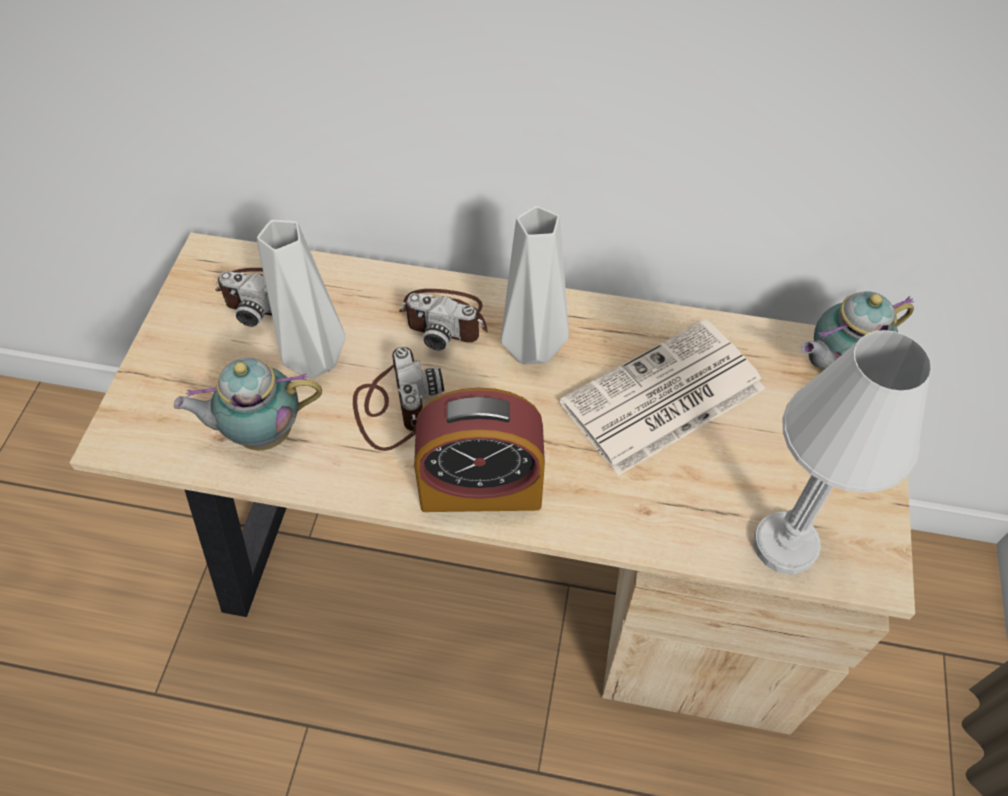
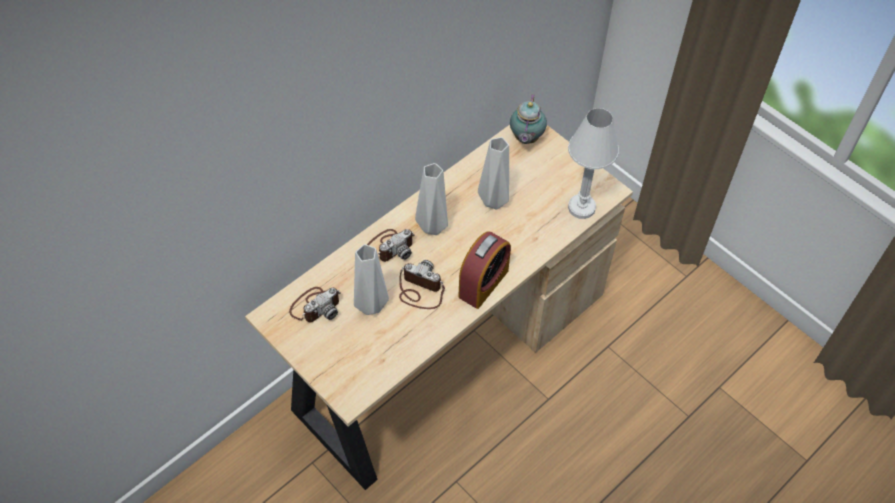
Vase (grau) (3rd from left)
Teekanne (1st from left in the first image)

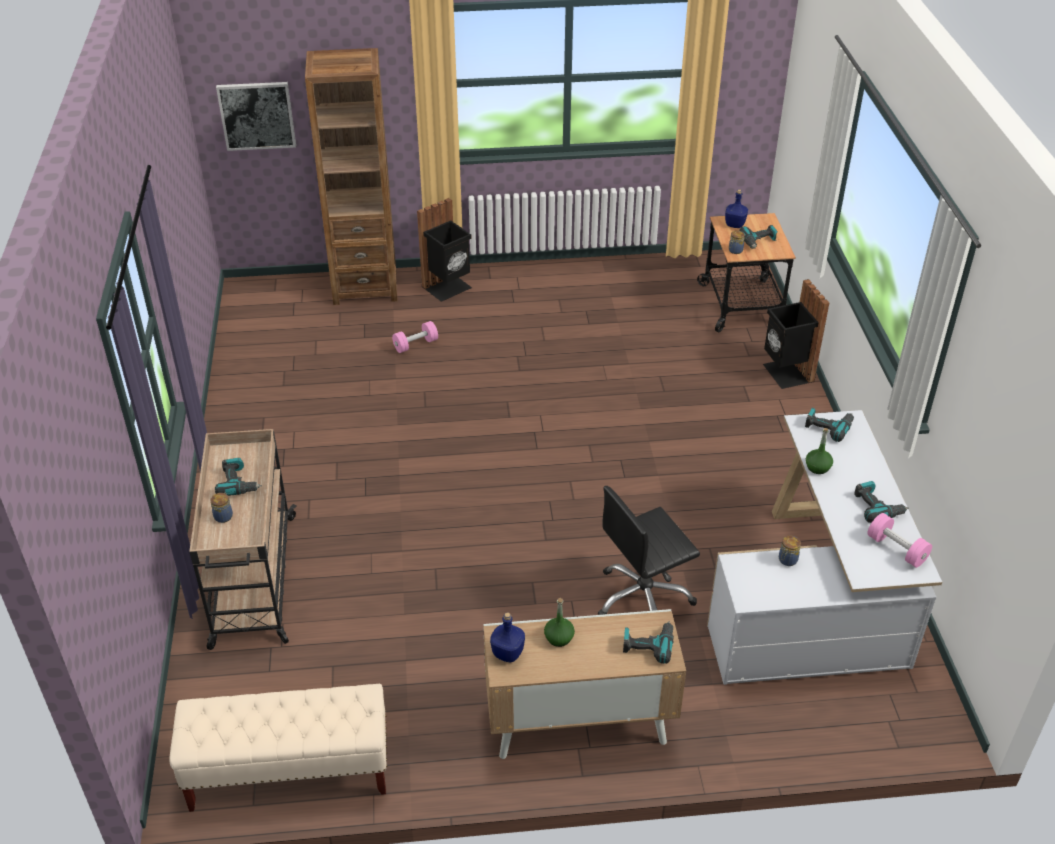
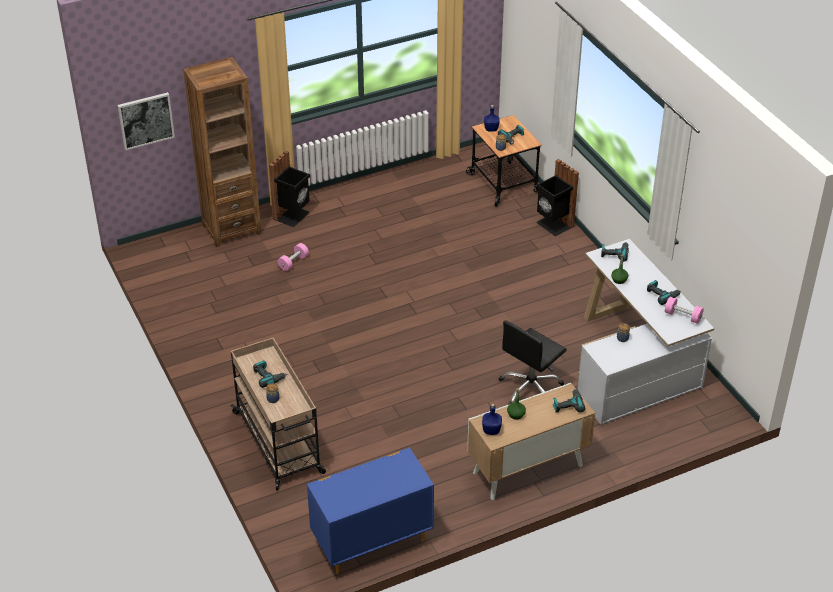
Kommode (blau)

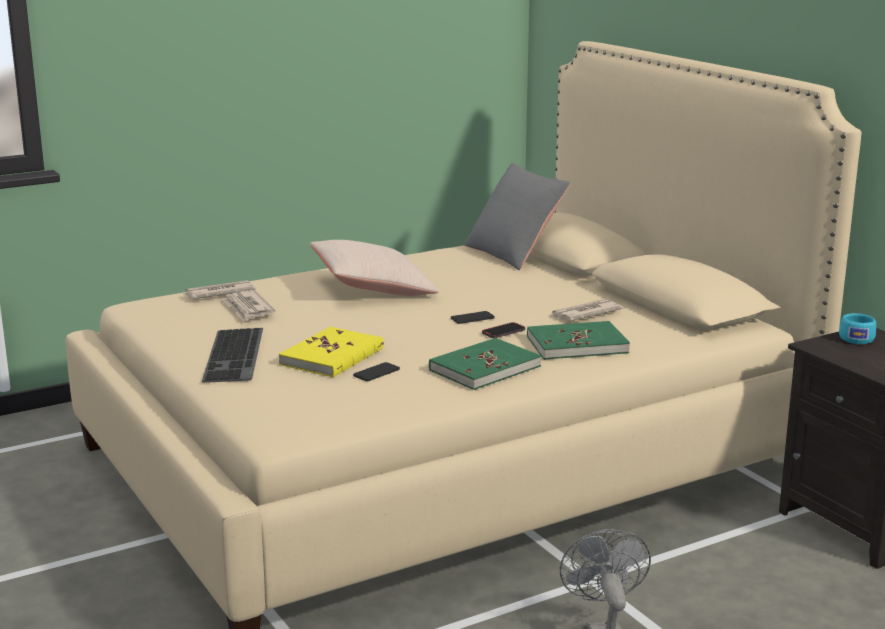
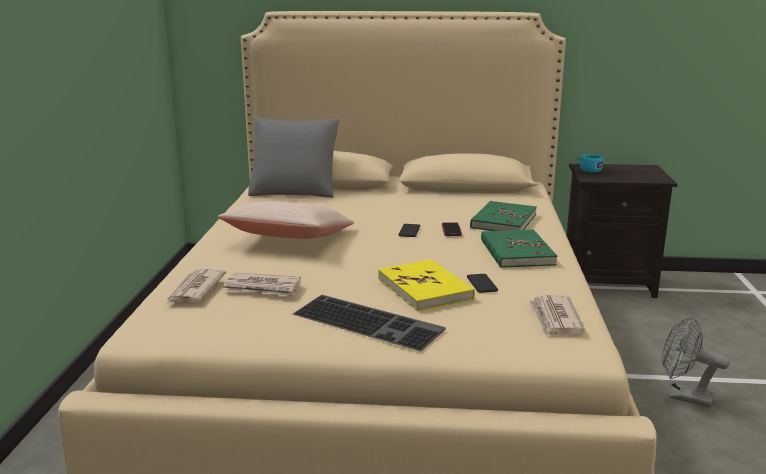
Zeitung (3rd from left)

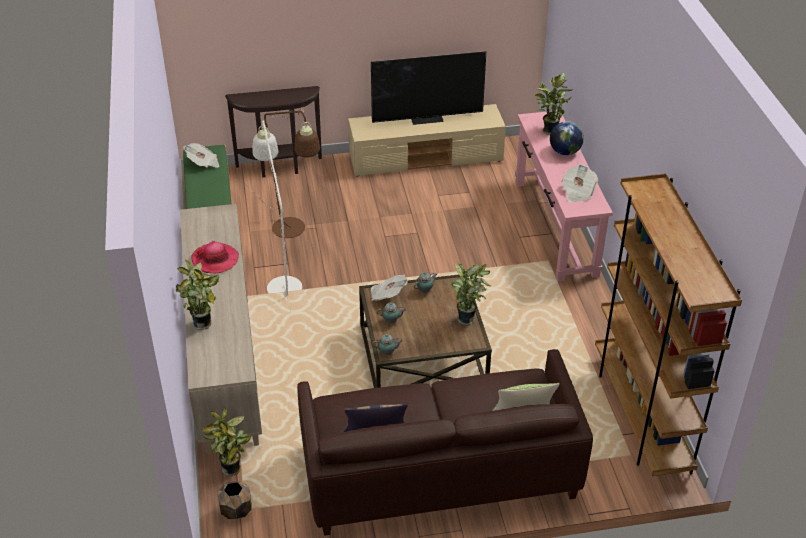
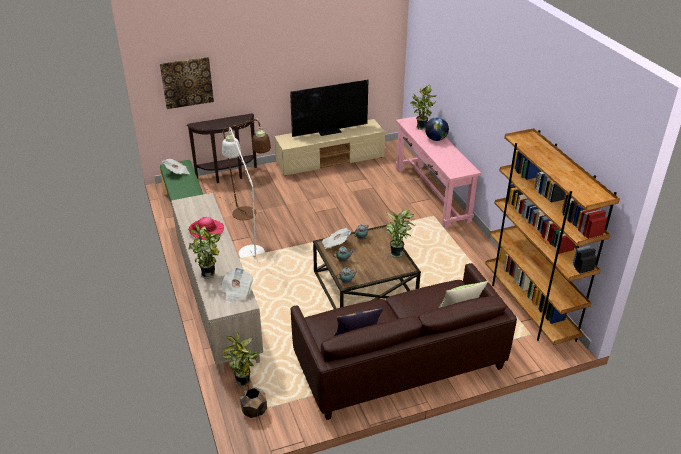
Bild
Zeitung (2nd from left)

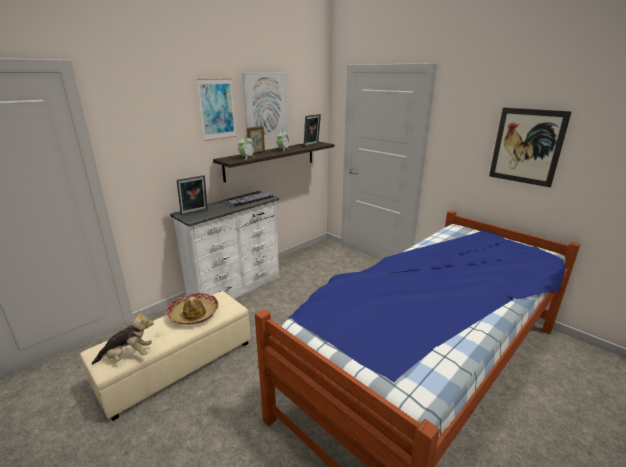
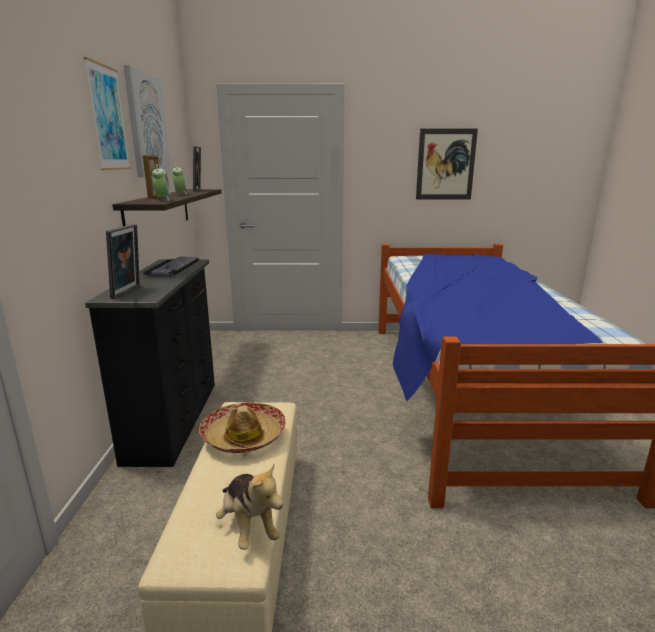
Kommode (schwarz)
Plüschtier

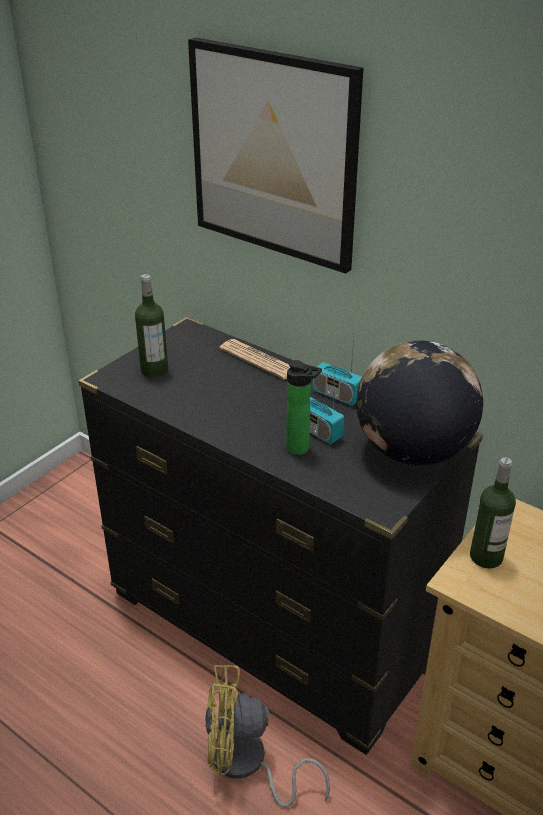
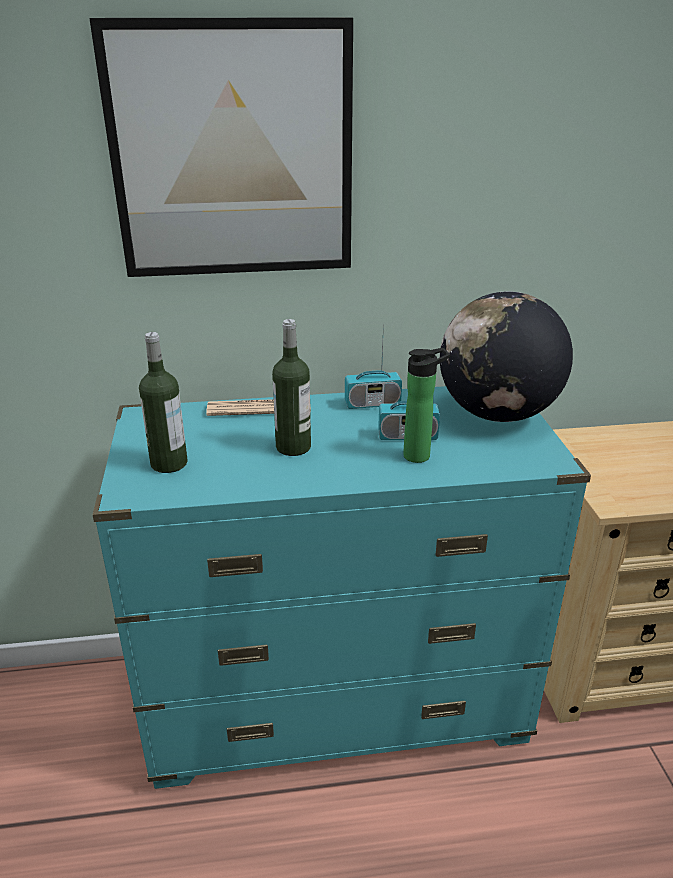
Kommode (türkis)
Flasche (2nd from left)
Ventilator (gelb)

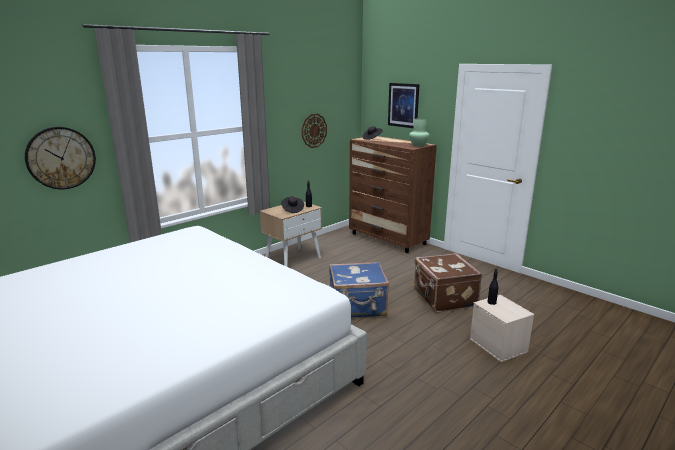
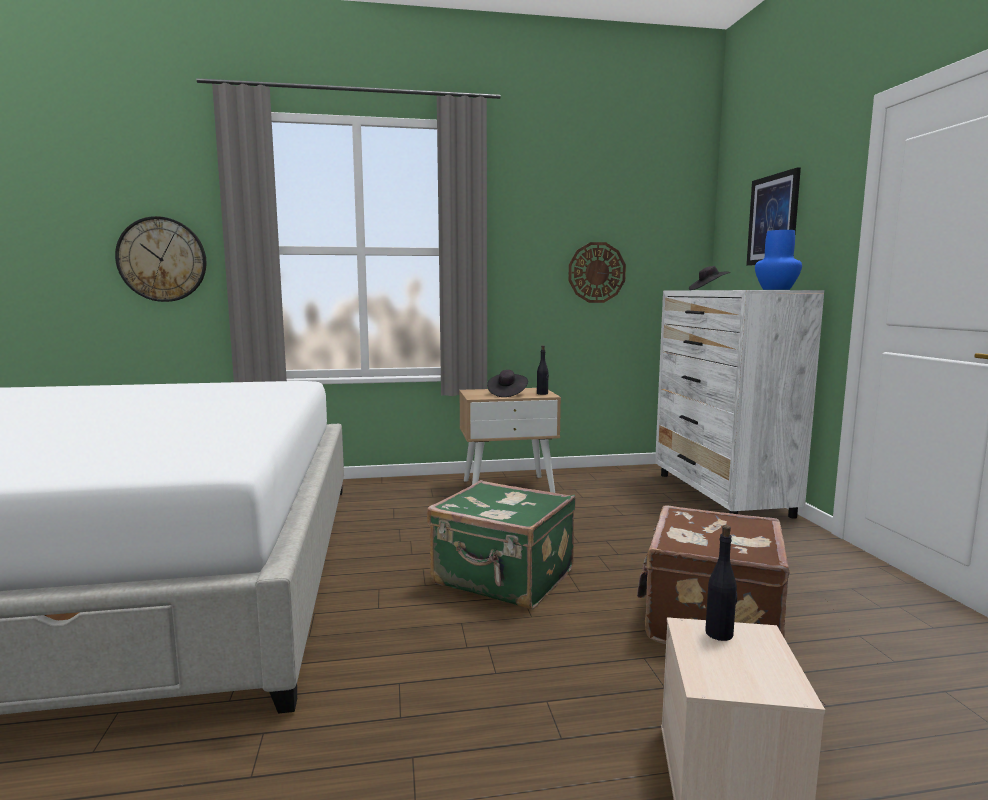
Koffer (grün)
Kommode (weiß)
Vase (blau)

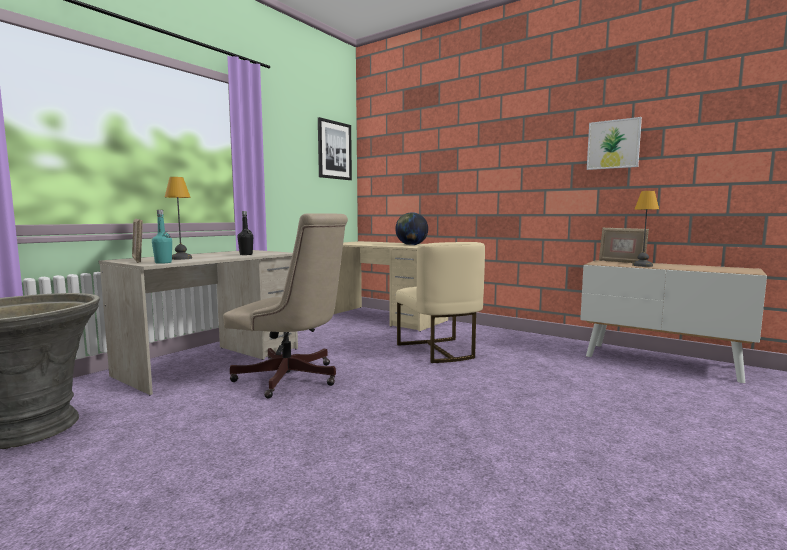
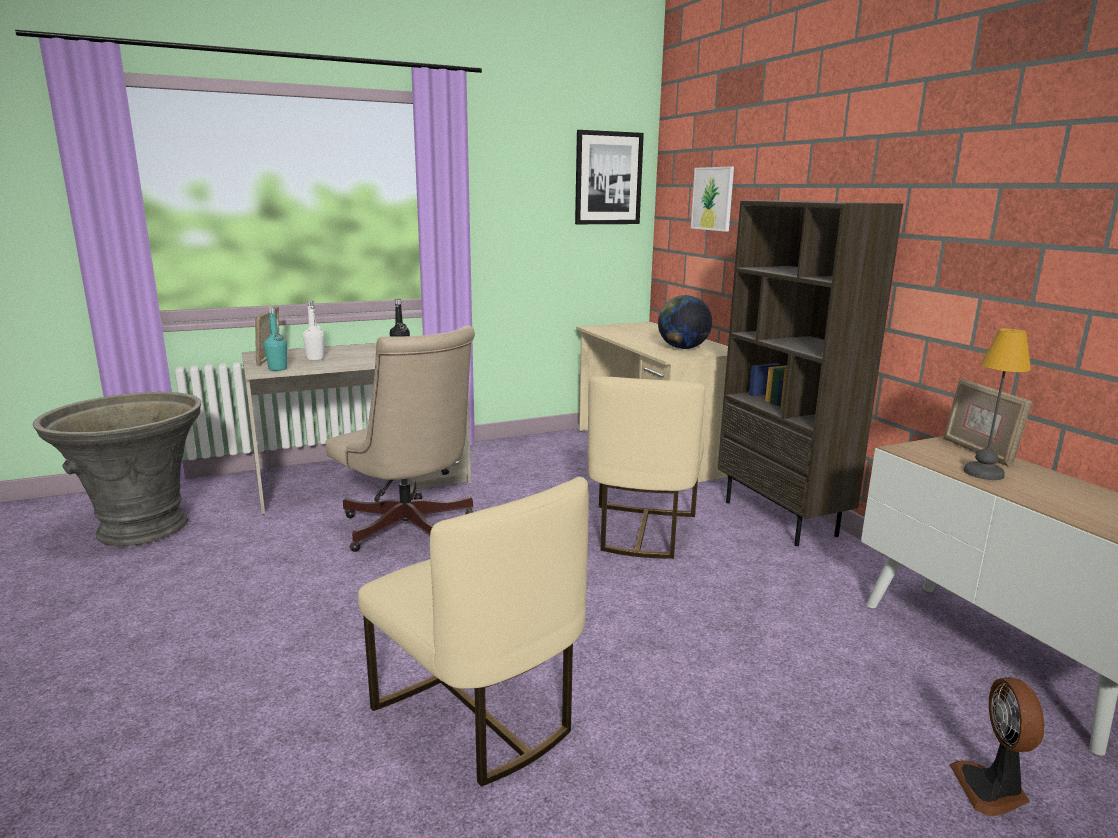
Flasche (weiß)
Stuhl (beige) (1st from left)
Bild (2nd from left)
Bücherregal (braun)
Ventilator

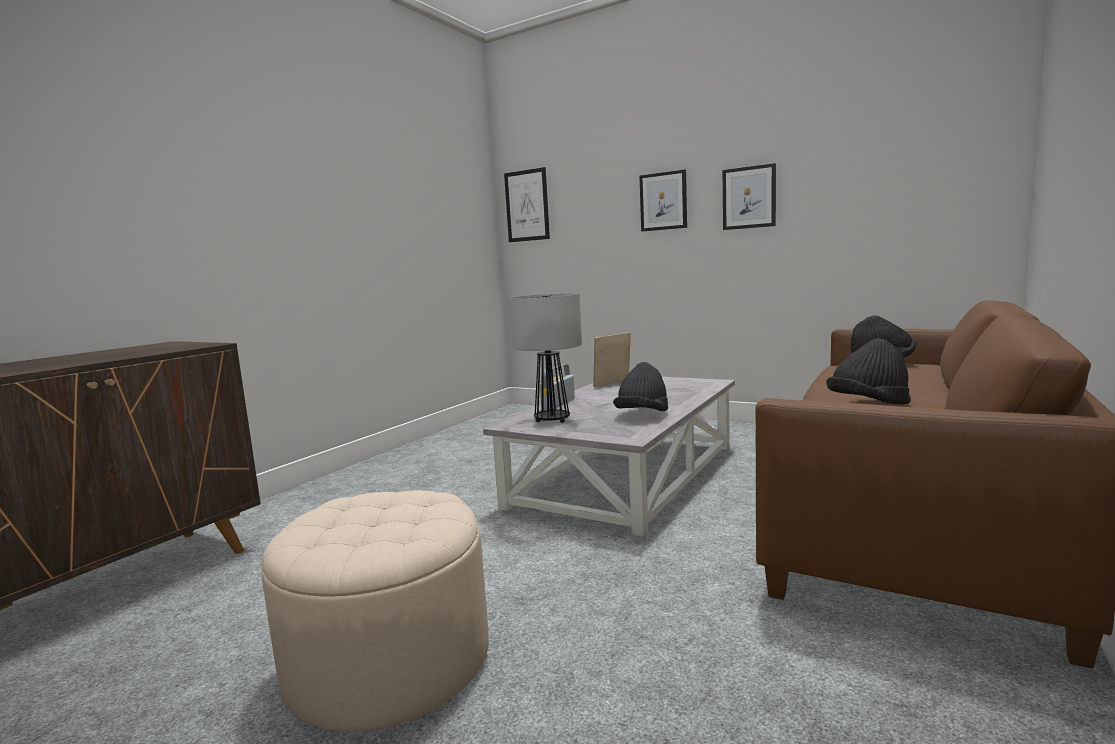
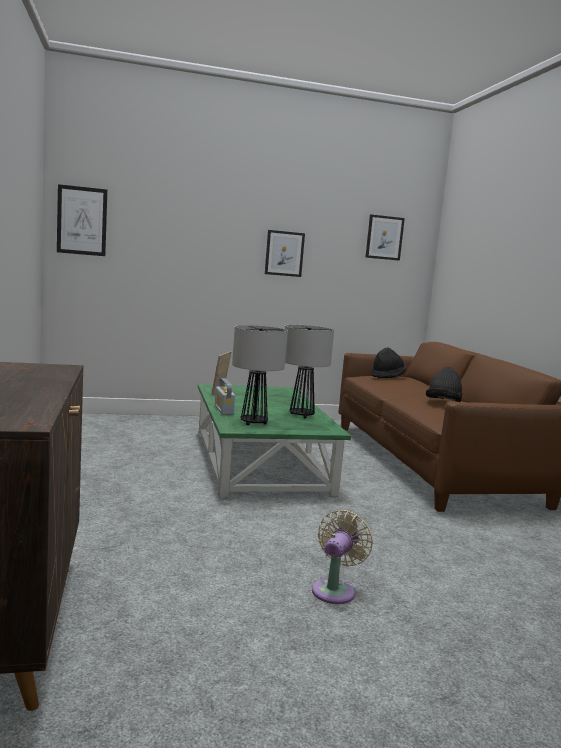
Couchtisch (grün)
Tischlampe (2nd from left)
Ventilator (beige)
Bild (3rd from left)

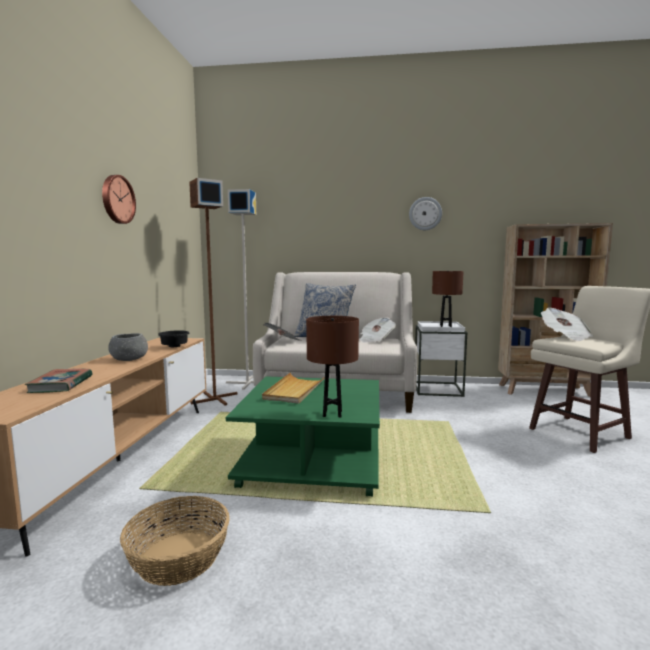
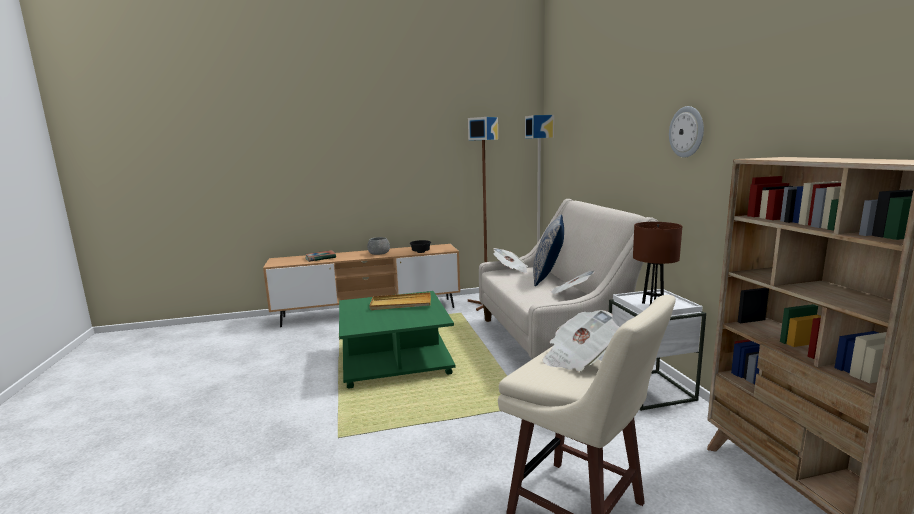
Wanduhr (1st from left in the first image)
Korb
Tischlampe (braun) (1st from left in the first image)

